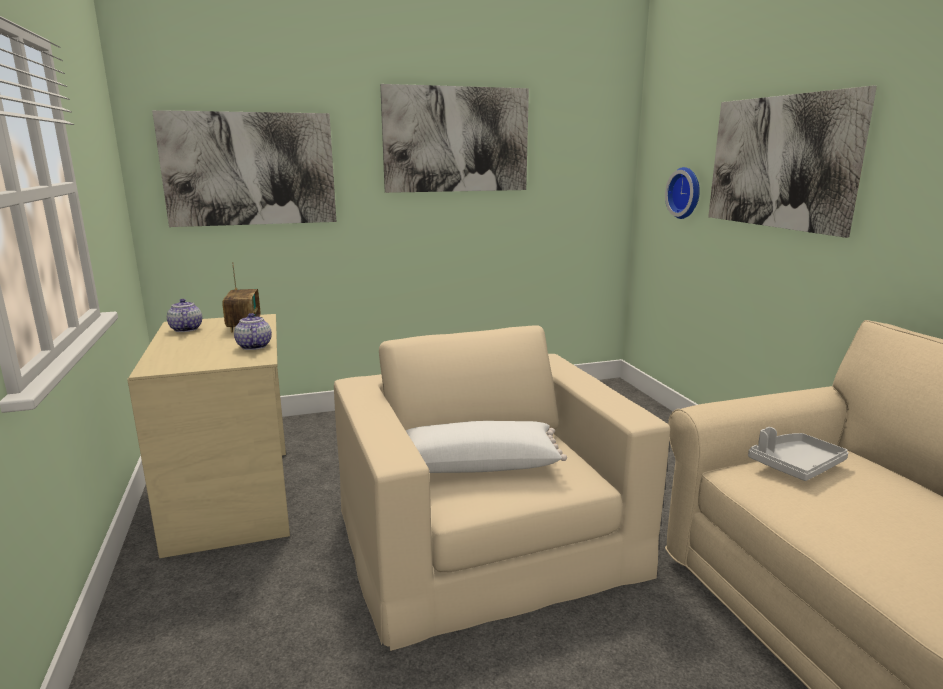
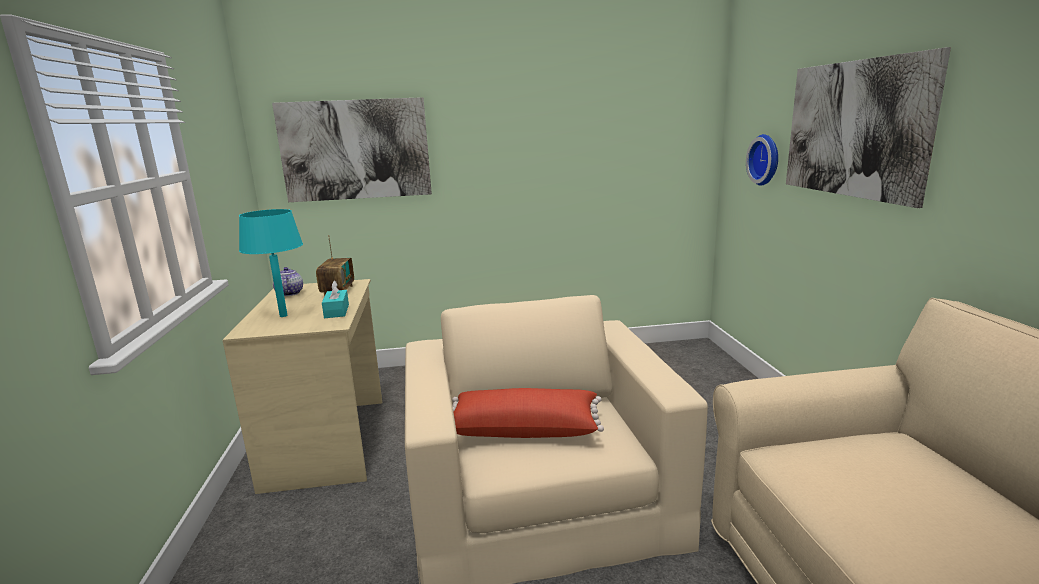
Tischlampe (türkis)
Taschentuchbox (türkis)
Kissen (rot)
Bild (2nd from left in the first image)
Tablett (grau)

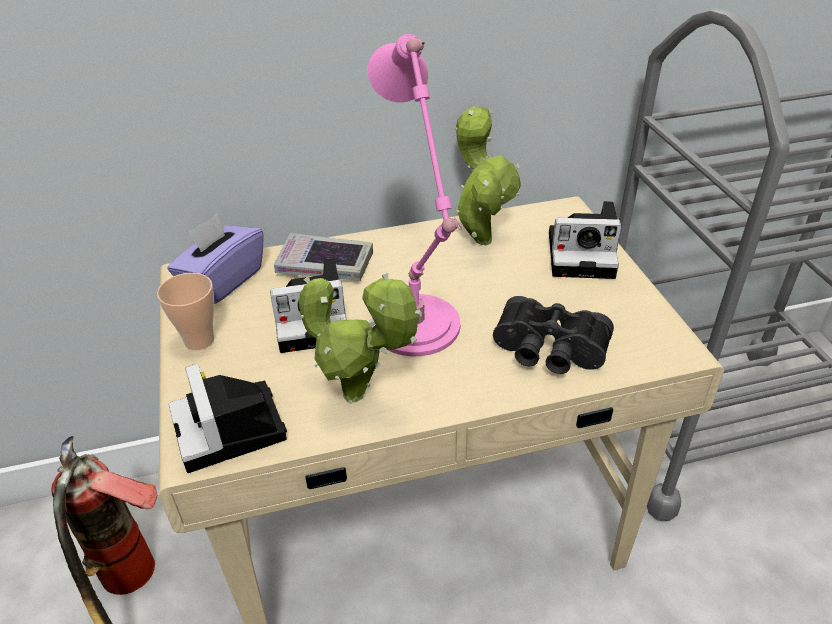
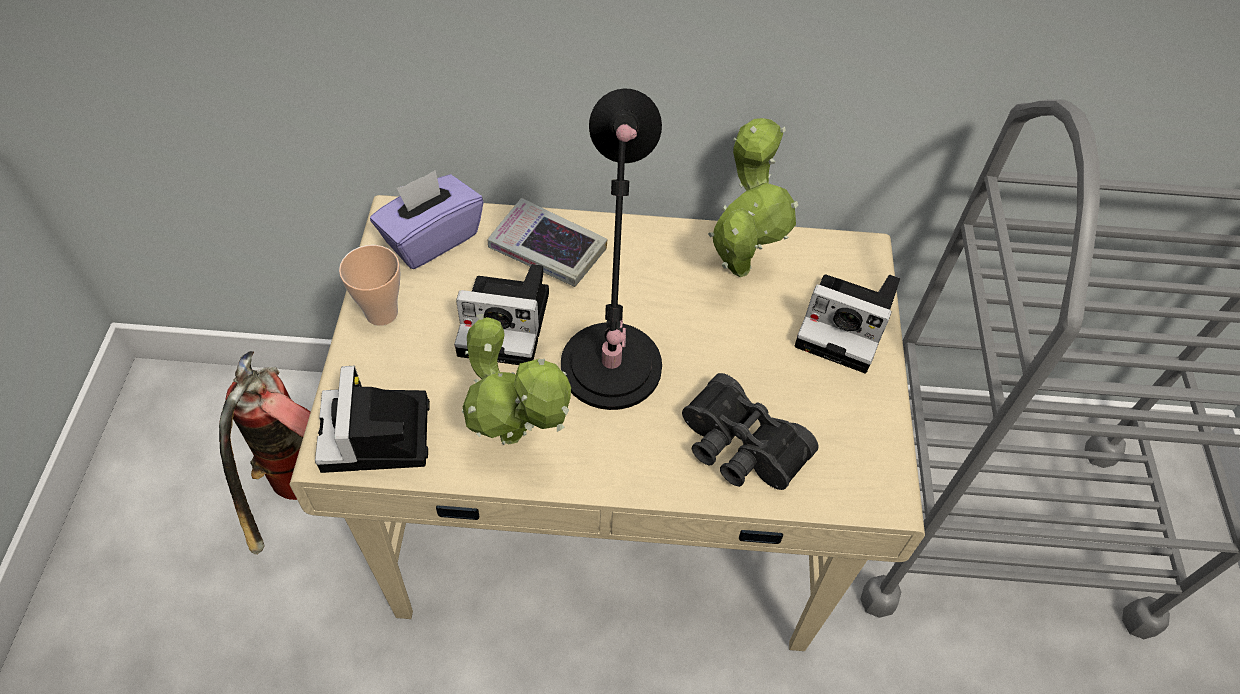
Tischlampe (schwarz)

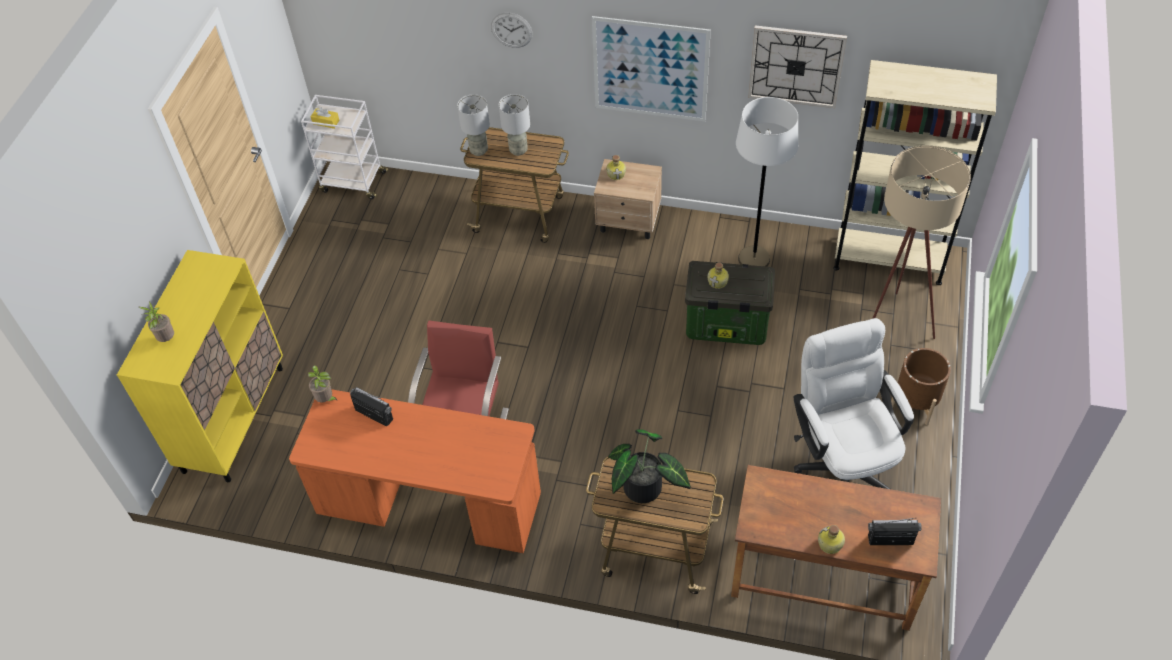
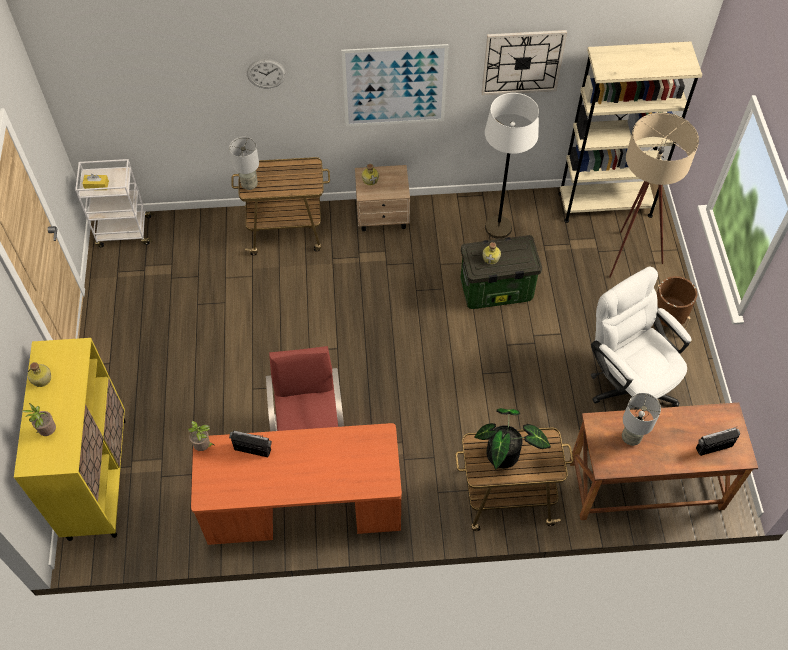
Flasche (1st from left)
Tischlampe (grau) (2nd from left)

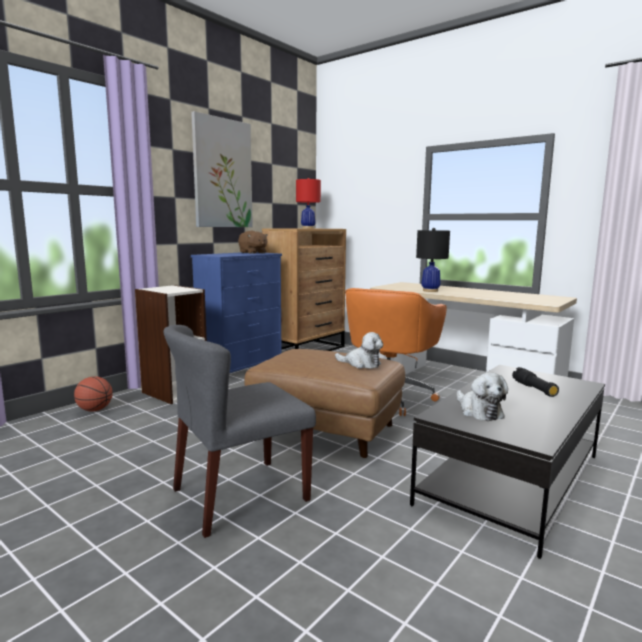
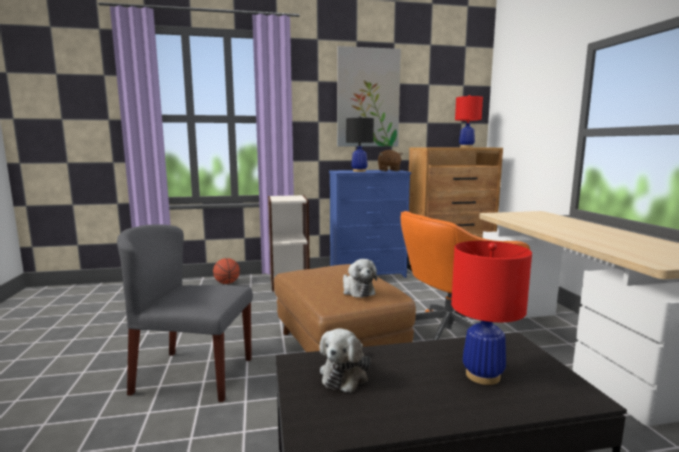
Tischlampe (schwarz)
Tischlampe (rot) (2nd from left)

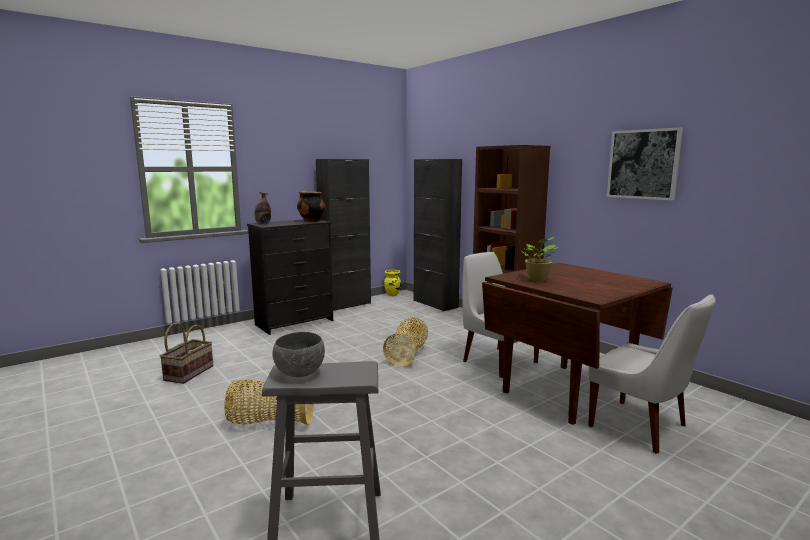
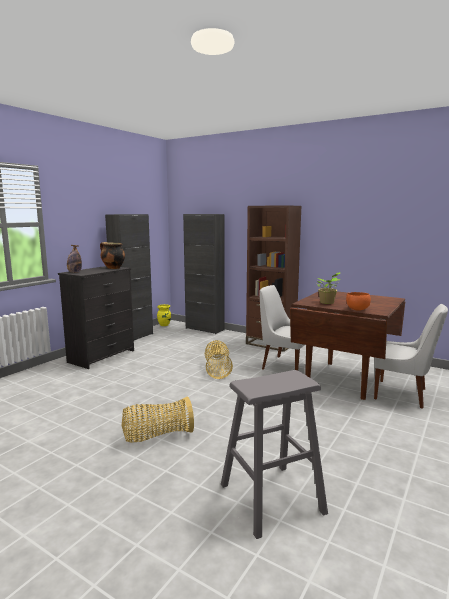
Schüssel (orange)
Korb (1st from left in the first image)
Schüssel (grau)
Bild

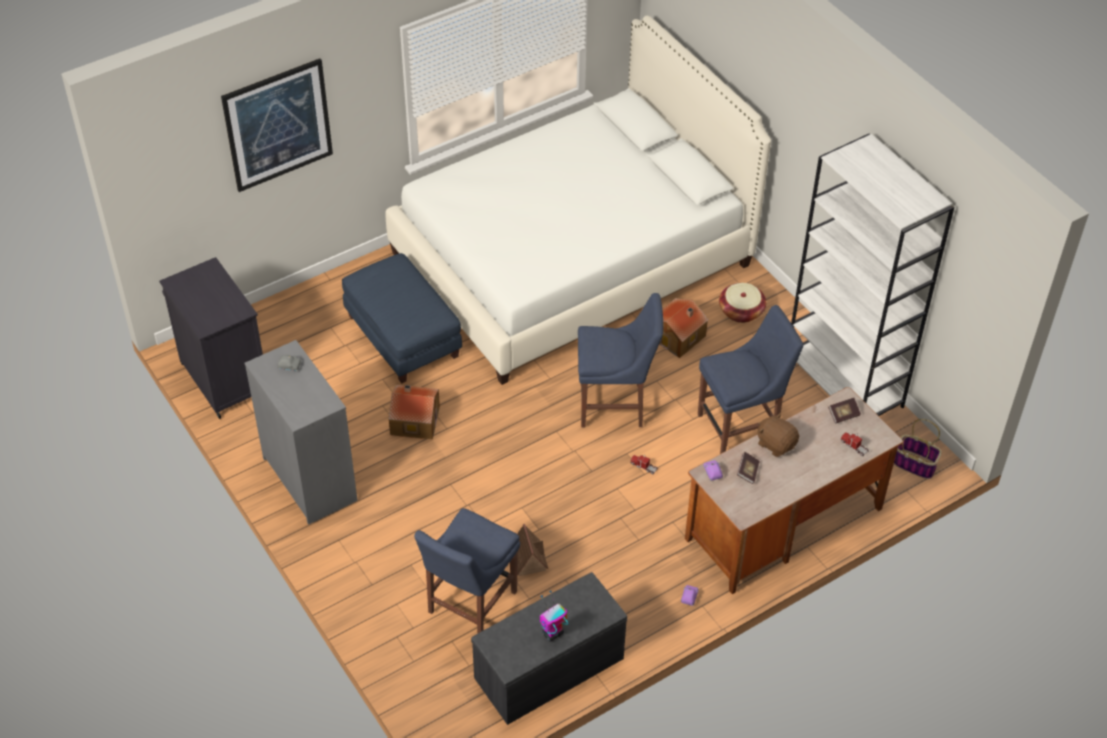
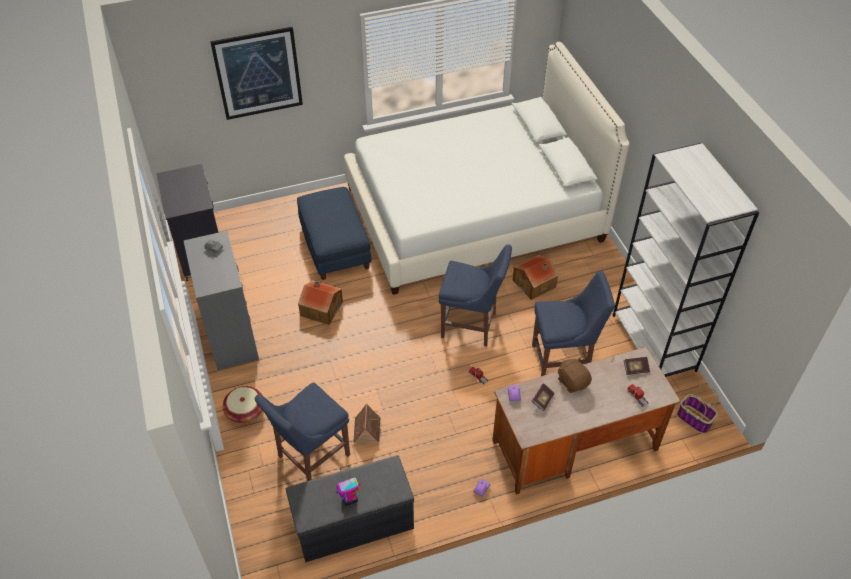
Korb (1st from left)

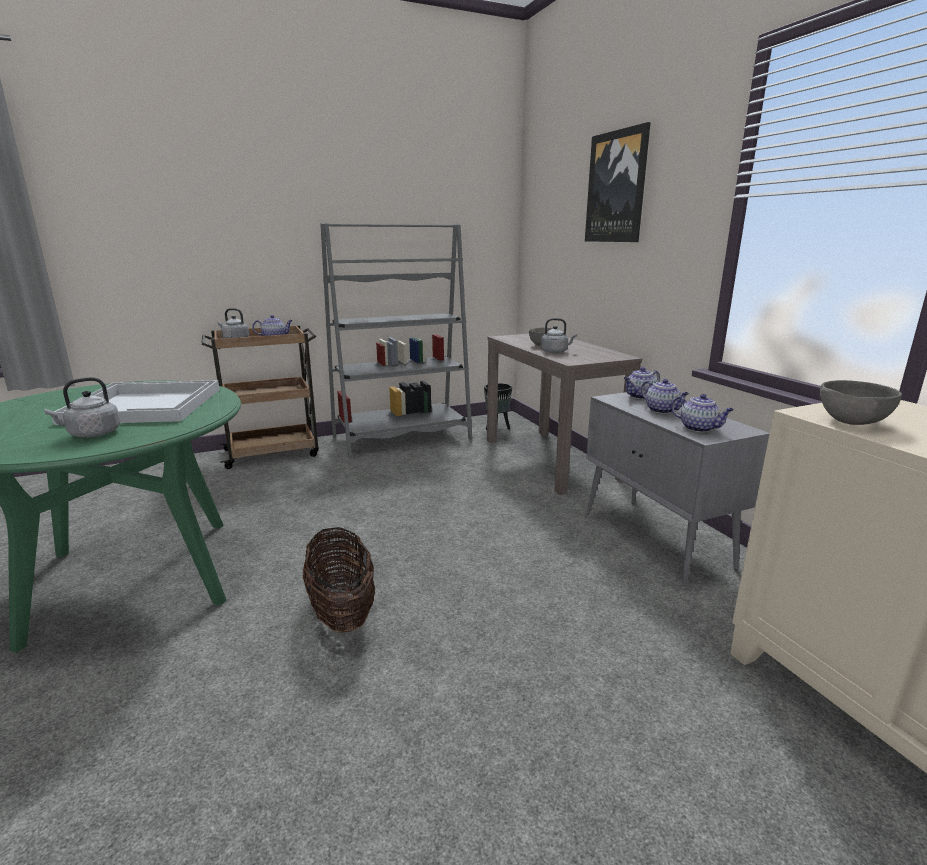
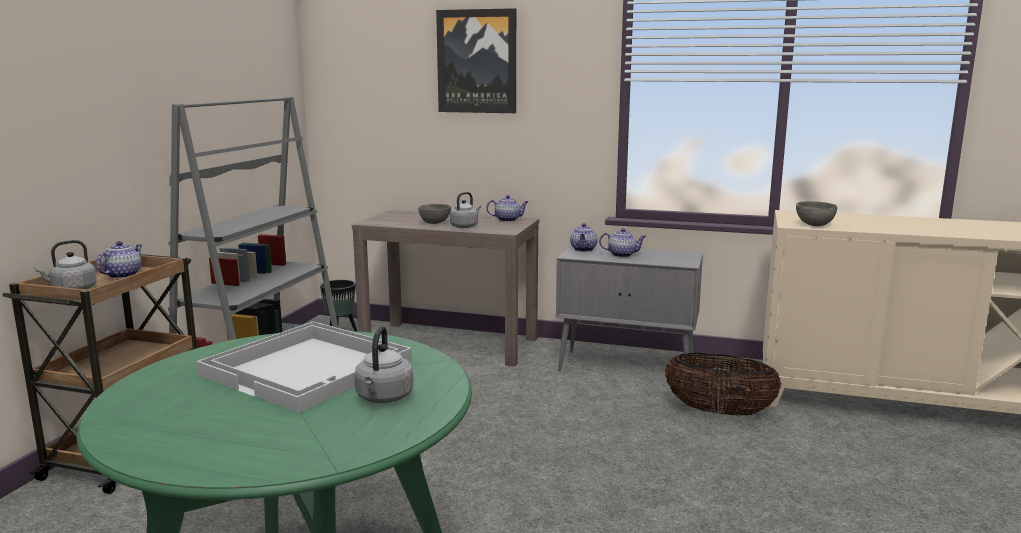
Teekanne (2nd from left)
Korb

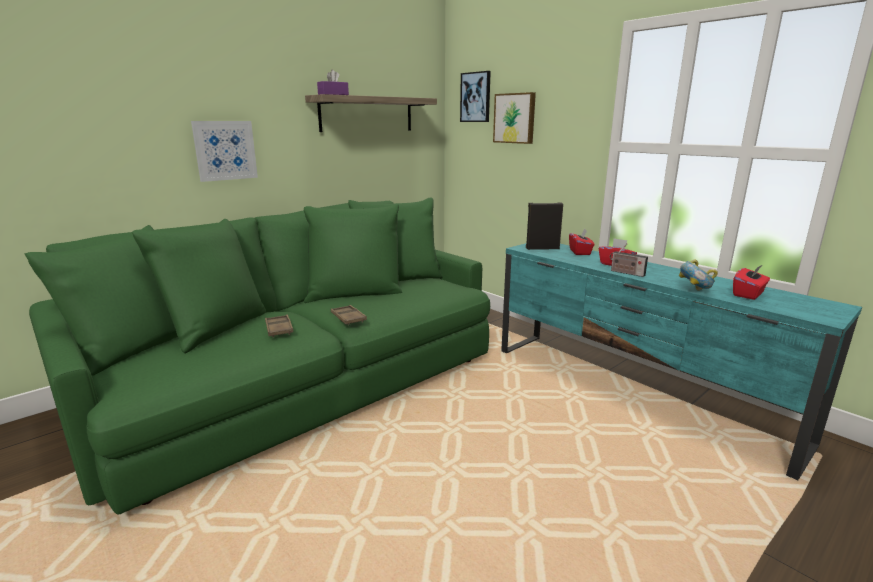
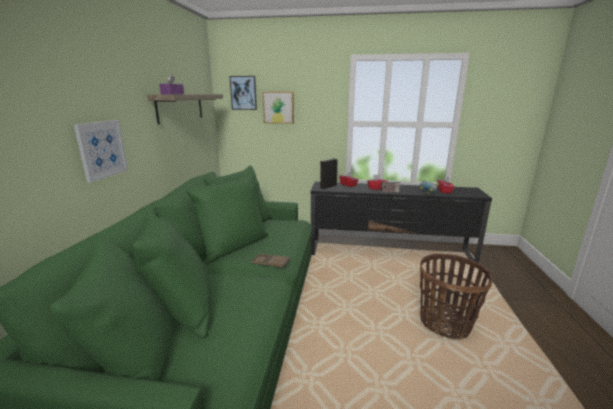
Fernsehschrank (schwarz)
Korb
Tablett (braun) (1st from left in the first image)

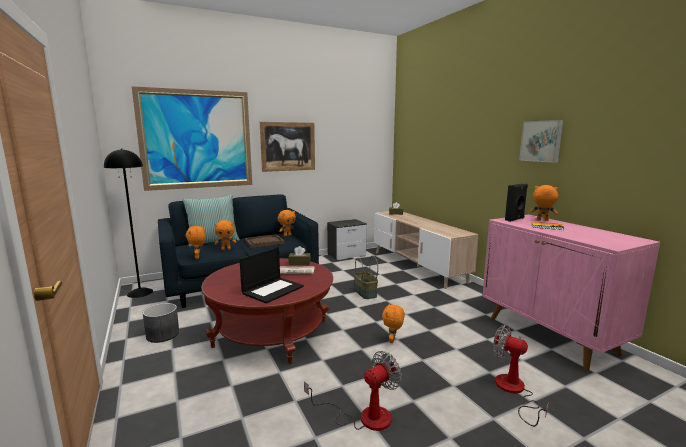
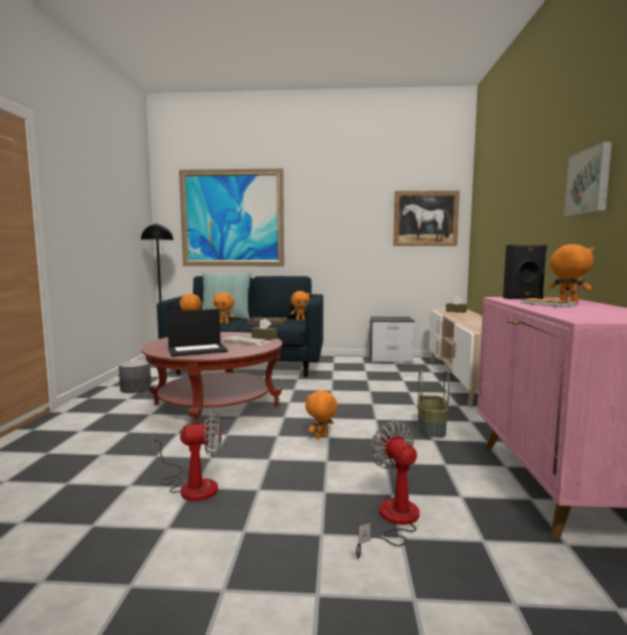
Bild (2nd from left)
Korb

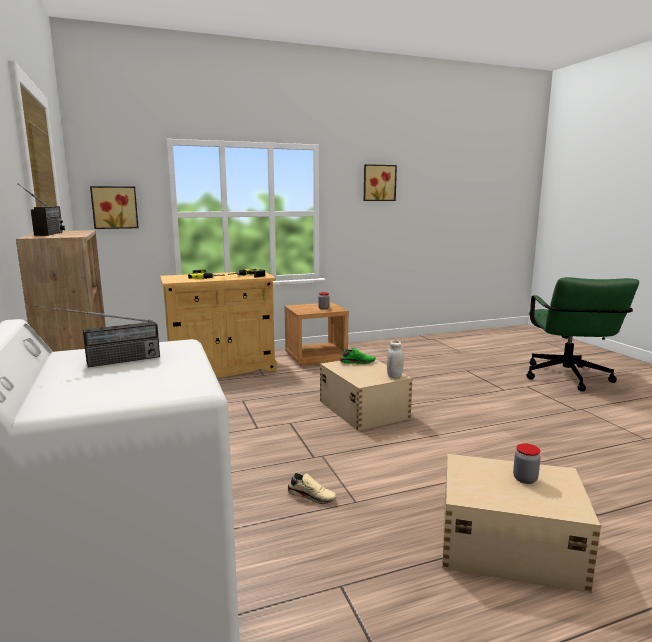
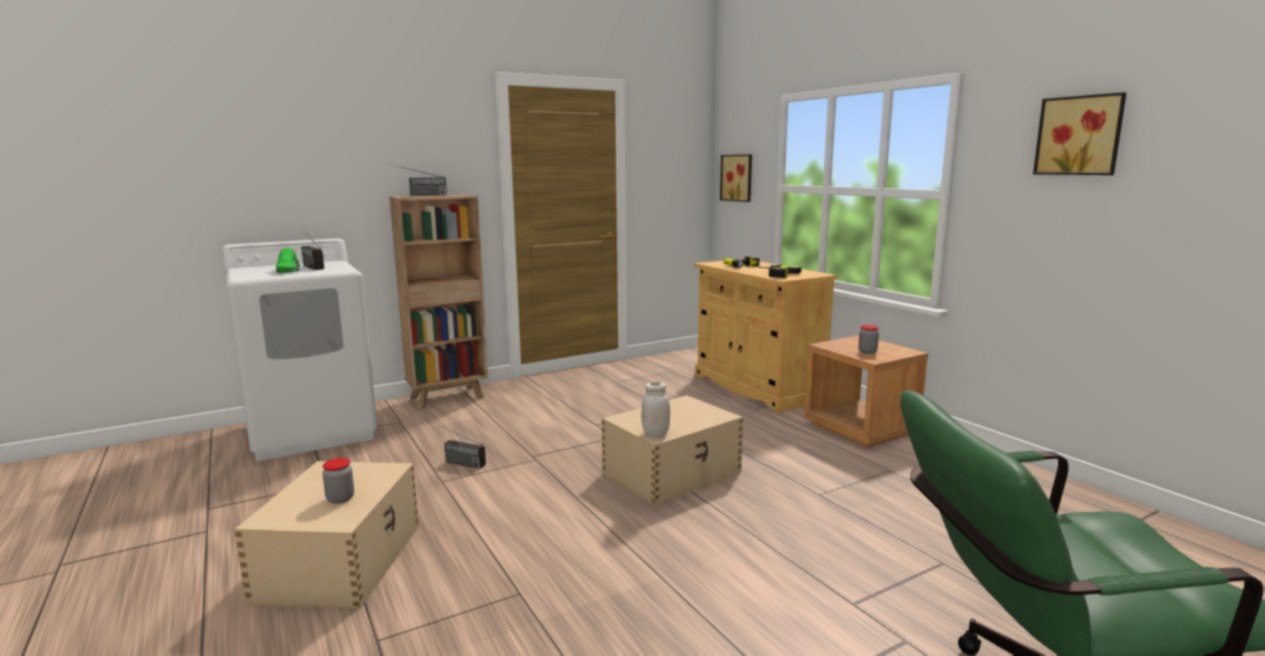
Schuh (grün)
Radio (3rd from left)

